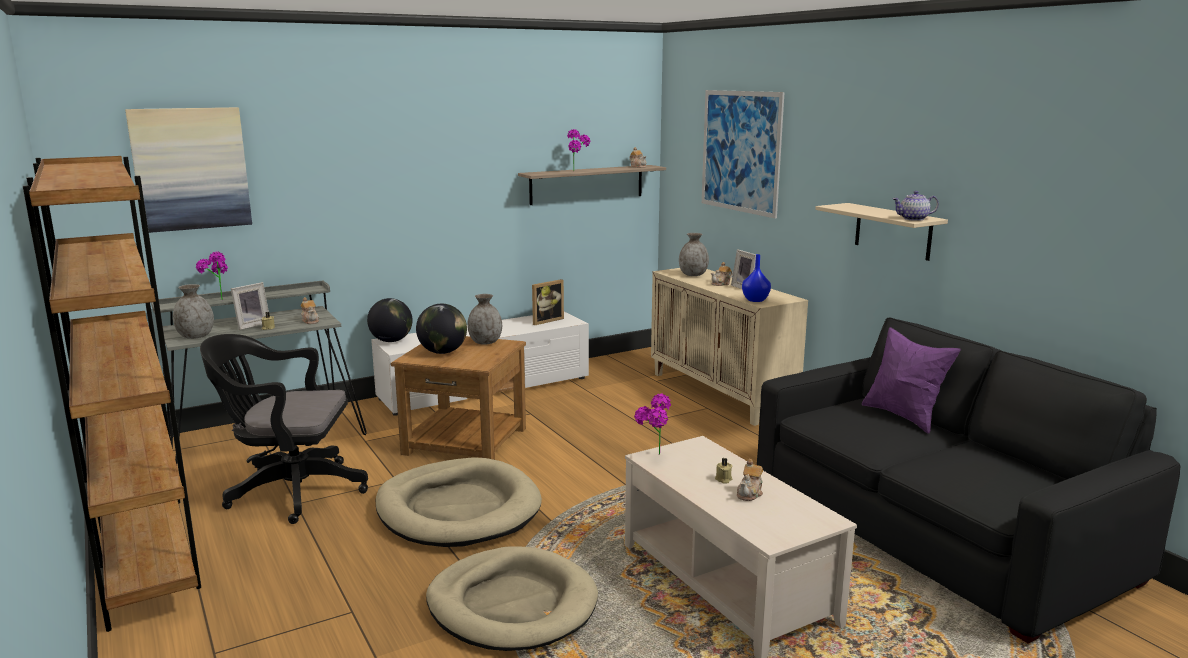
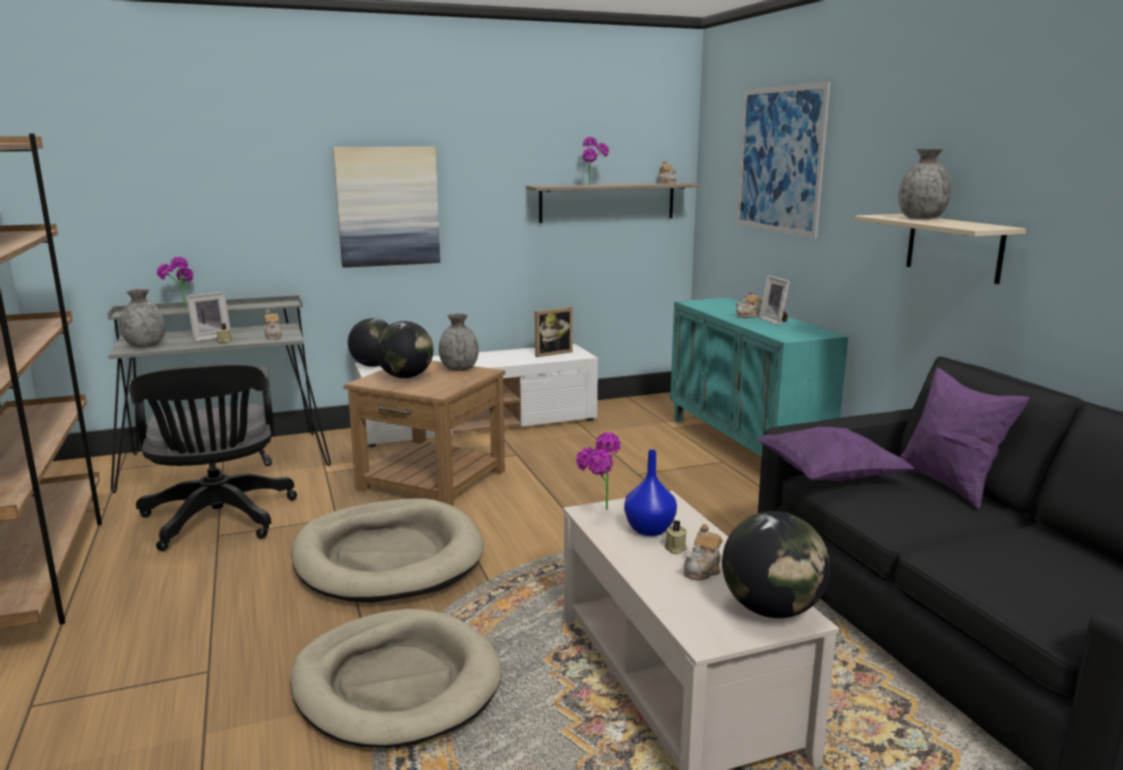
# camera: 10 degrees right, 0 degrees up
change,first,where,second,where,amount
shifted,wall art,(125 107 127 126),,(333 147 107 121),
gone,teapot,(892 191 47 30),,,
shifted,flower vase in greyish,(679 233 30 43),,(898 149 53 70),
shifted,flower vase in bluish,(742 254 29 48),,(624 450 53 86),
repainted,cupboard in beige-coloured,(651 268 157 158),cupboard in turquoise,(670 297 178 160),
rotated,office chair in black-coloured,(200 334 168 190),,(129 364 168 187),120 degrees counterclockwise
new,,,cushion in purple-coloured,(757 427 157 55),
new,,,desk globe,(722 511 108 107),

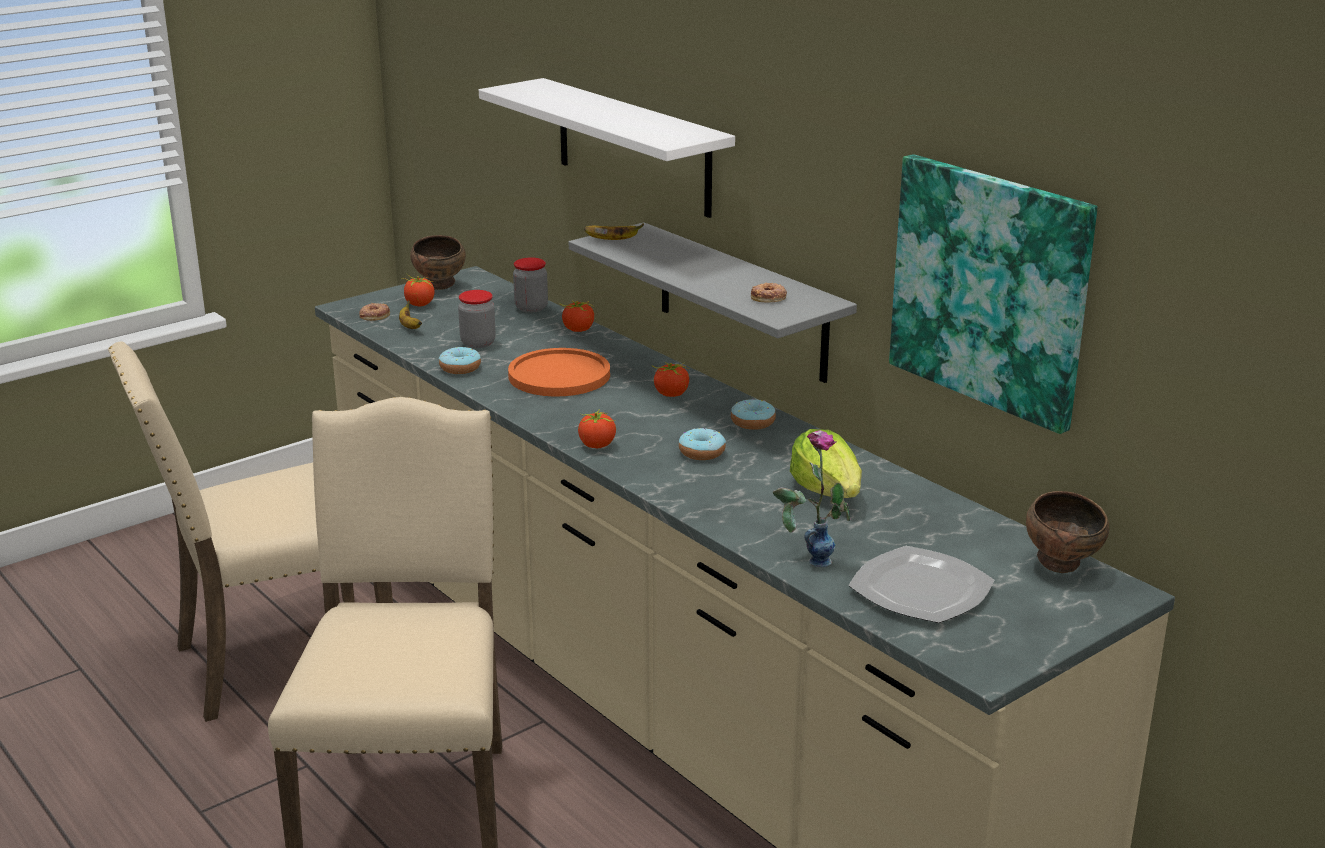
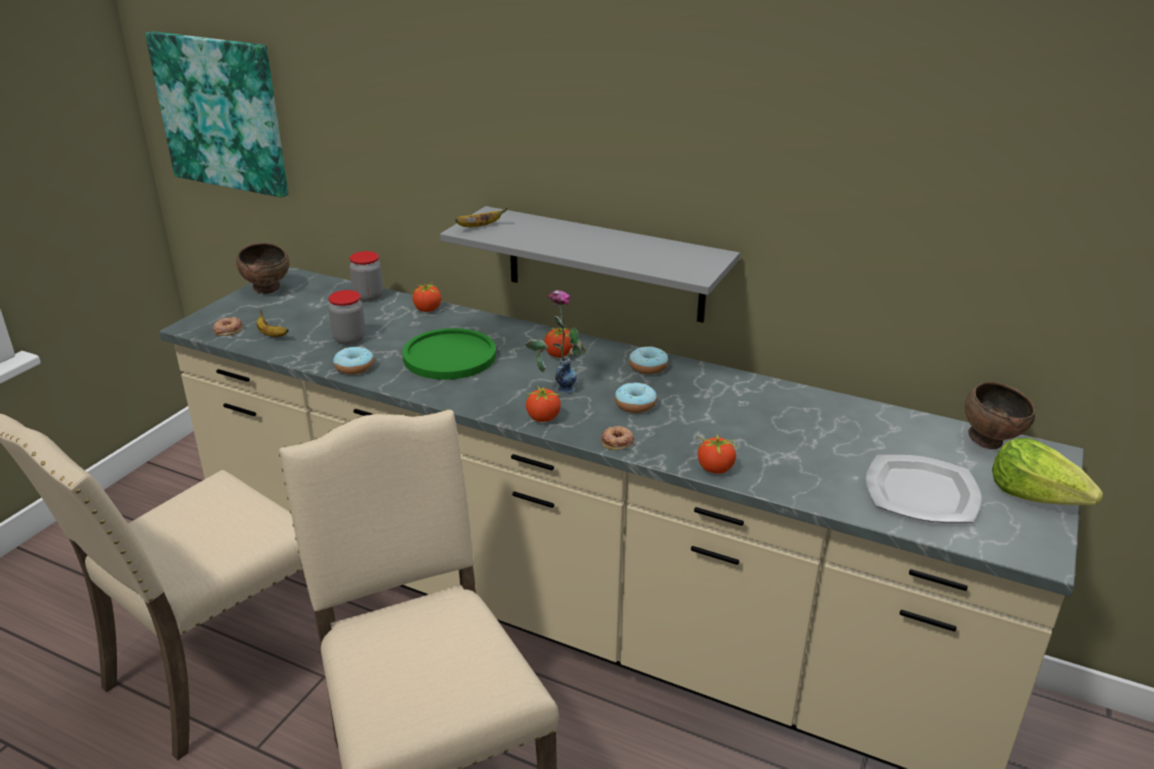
# camera: 25 degrees left, 5 degrees up
change,first,where,second,where,amount
gone,shelf in white-coloured,(479 78 256 140),,,
shifted,wall art,(889 154 208 280),,(145 31 143 167),
shifted,fresh tomato,(401 274 34 33),,(697 433 41 41),
shifted,doughnut,(751 283 36 19),,(601 426 33 24),
repainted,plate in orange-coloured,(508 348 102 48),plate in green-coloured,(402 328 94 52),
shifted,head of lettuce,(790 429 72 69),,(992 438 111 67),
shifted,flower vase,(773 430 77 137),,(525 290 61 104),

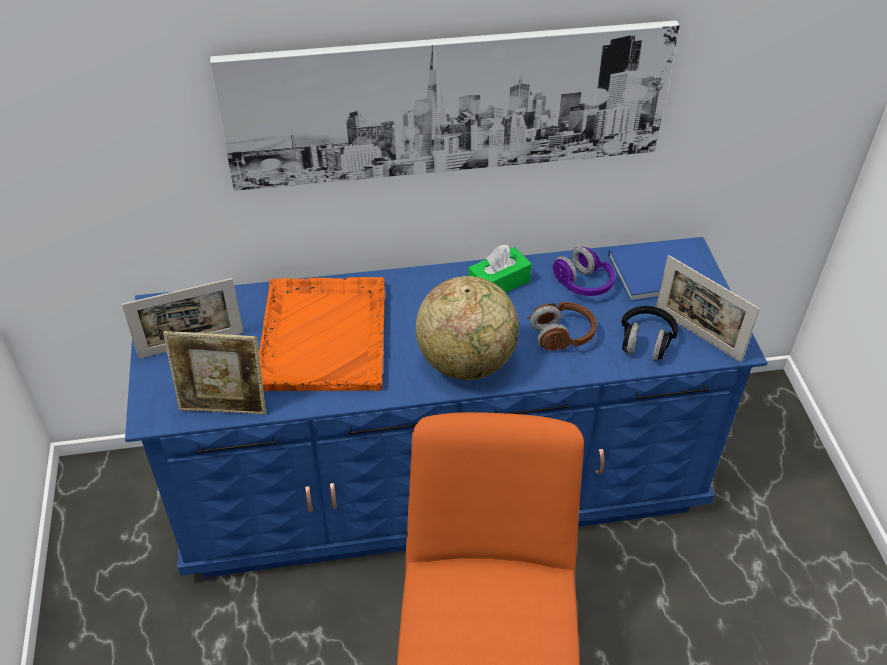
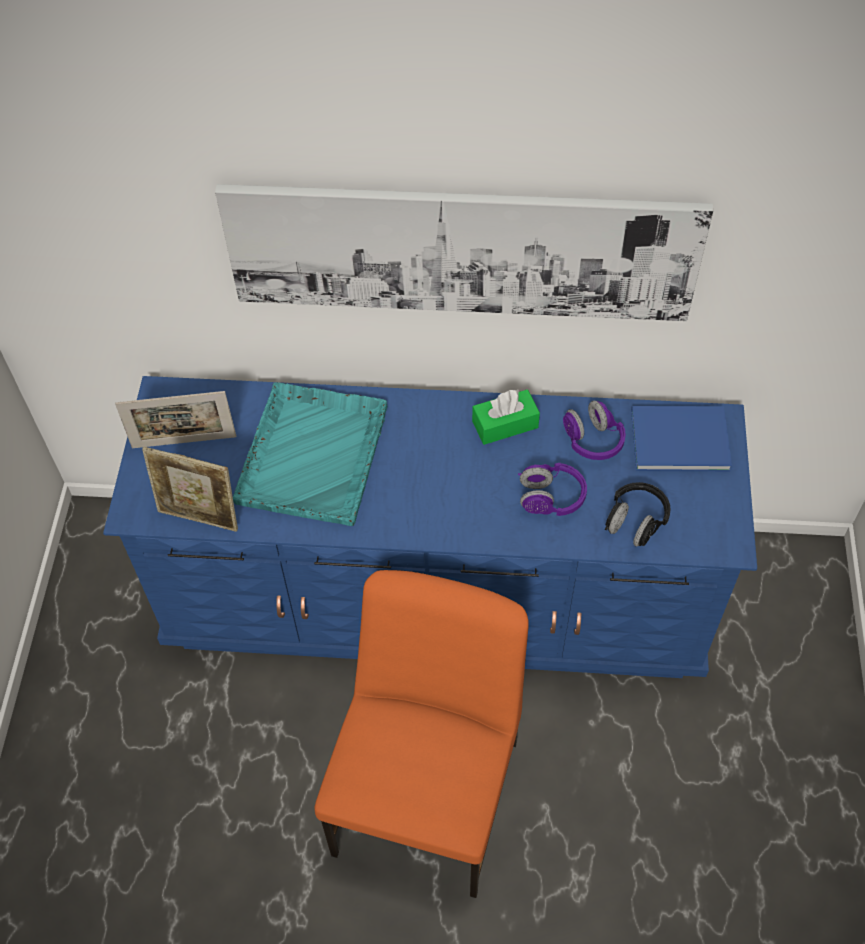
# camera: 15 degrees right, 10 degrees up
change,first,where,second,where,amount
gone,standing frame,(656 255 104 107),,,
gone,desk globe,(415 276 104 104),,,
repainted,tray in orange-coloured,(259 277 126 114),tray in turquoise,(233 382 154 144),
repainted,headphones in brown-coloured,(527 301 70 49),headphones in purple-coloured,(518 463 69 53),

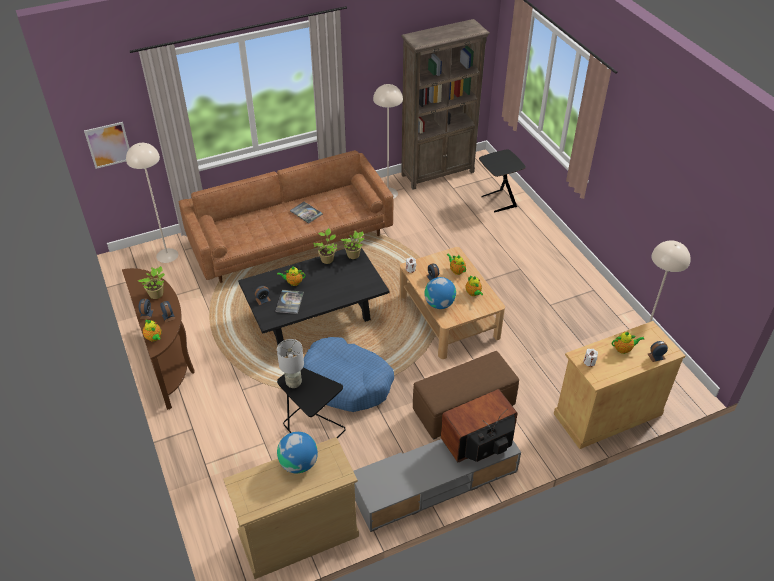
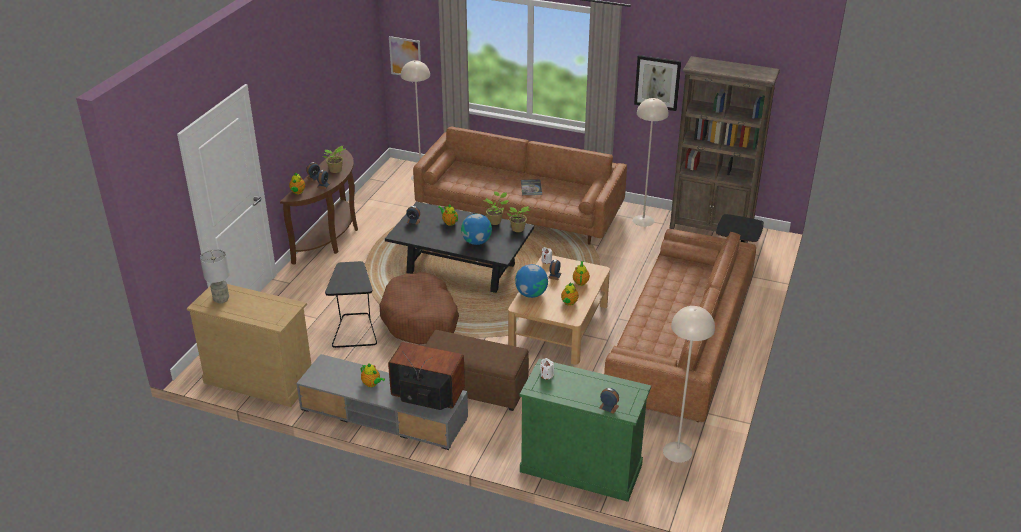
# camera: 45 degrees right, 10 degrees down
change,first,where,second,where,amount
gone,book,(276 290 28 24),,,
repainted,cupboard in beige-coloured,(554 321 132 128),cupboard in green-coloured,(519 359 132 143),
shifted,teapot,(612 332 32 22),,(361 363 24 24),
repainted,dog cushion in bluish,(303 337 91 75),dog cushion in brown-coloured,(380 272 79 72),
shifted,table lamp in greyish,(277 339 27 49),,(200 249 30 54),
shifted,desk globe,(277 432 41 41),,(461 214 31 31),
new,,,wall art,(634 55 47 56),
new,,,sofa in brown-coloured,(604 229 152 193),

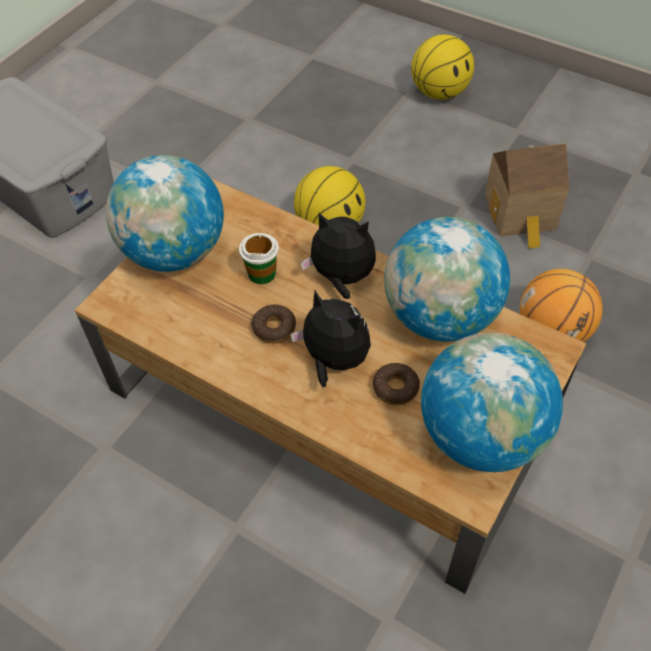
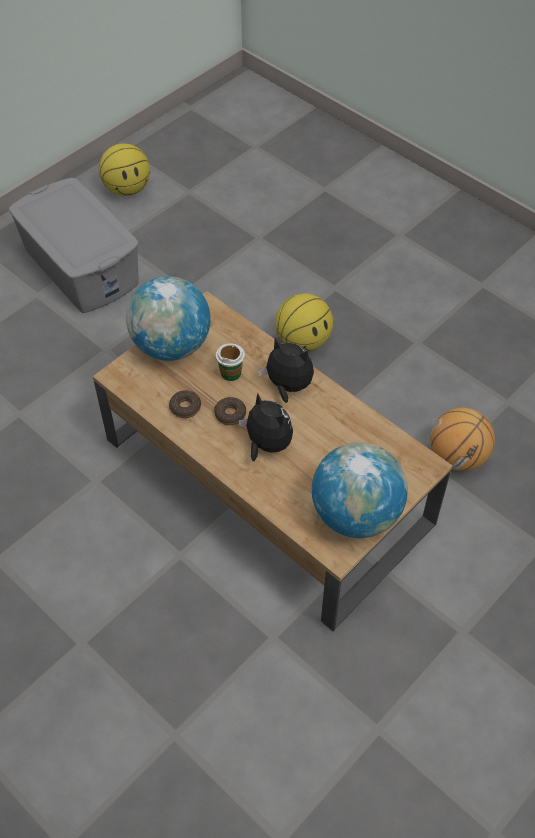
# camera: 10 degrees right, 0 degrees up
change,first,where,second,where,amount
shifted,basketball,(411 34 63 66),,(99 143 51 53),
gone,miniature house,(485 144 84 105),,,
gone,desk globe,(384 217 126 125),,,
shifted,doughnut,(373 363 47 42),,(169 390 32 28),

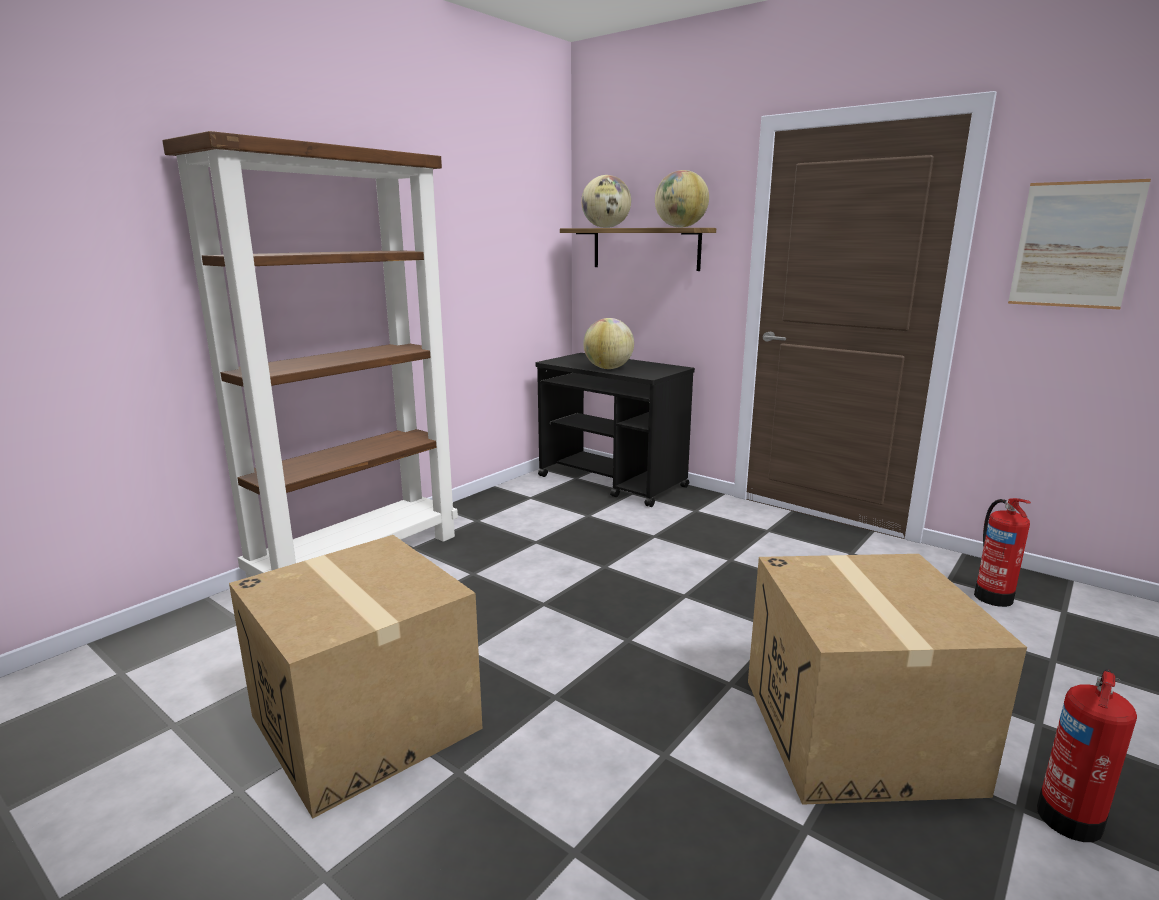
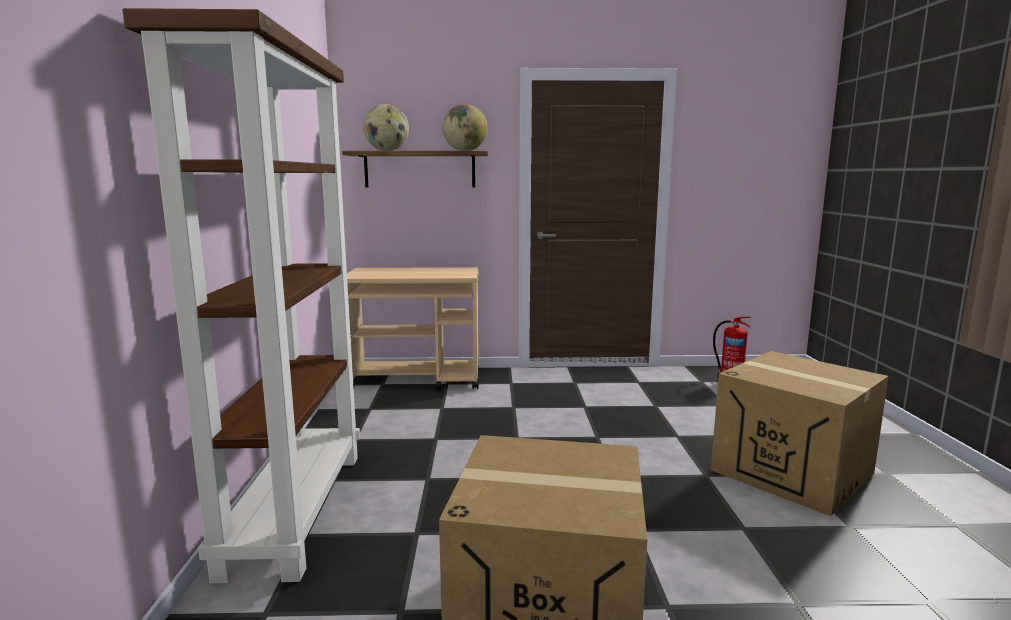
# camera: 40 degrees left, 5 degrees down
change,first,where,second,where,amount
gone,wall art,(1008 179 143 131),,,
gone,desk globe,(583 318 51 51),,,
repainted,trolley in black-coloured,(535 353 160 154),trolley in beige-coloured,(347 267 132 123),
gone,fire extinguisher,(1037 669 100 173),,,

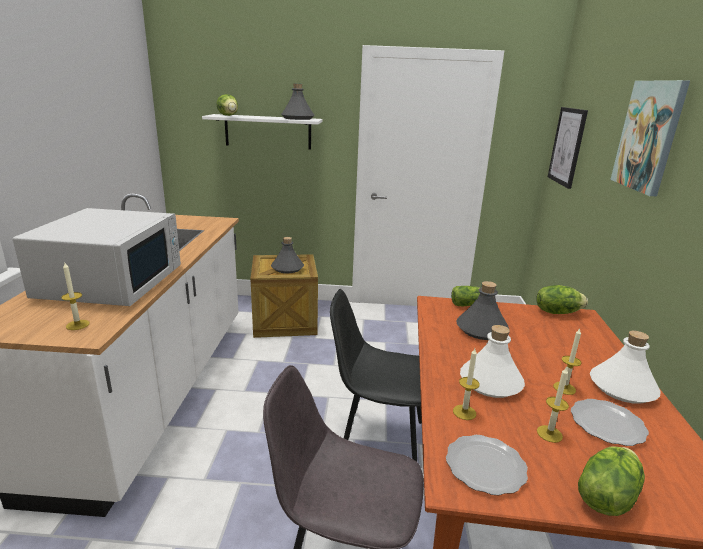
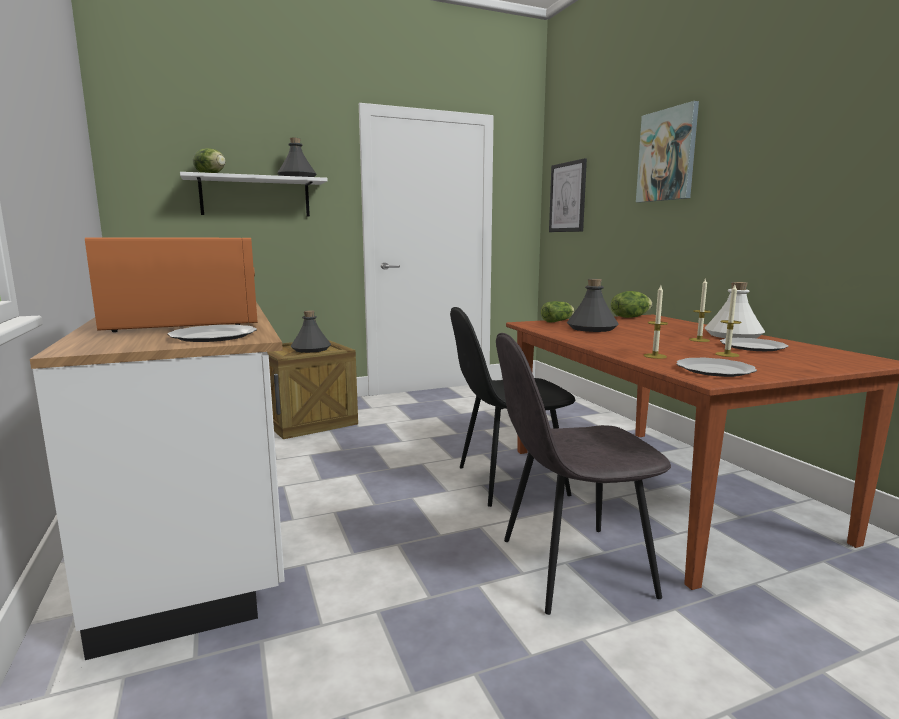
# camera: 25 degrees left, 10 degrees down
change,first,where,second,where,amount
repainted,kitchen microwave in white-coloured,(13 208 168 98),kitchen microwave in orange-coloured,(85 238 173 94),
swapped,wax light,(61 263 29 67),plate,(167 325 90 17),
gone,bottle in white-coloured,(460 325 65 73),,,
gone,head of lettuce,(578 446 67 70),,,

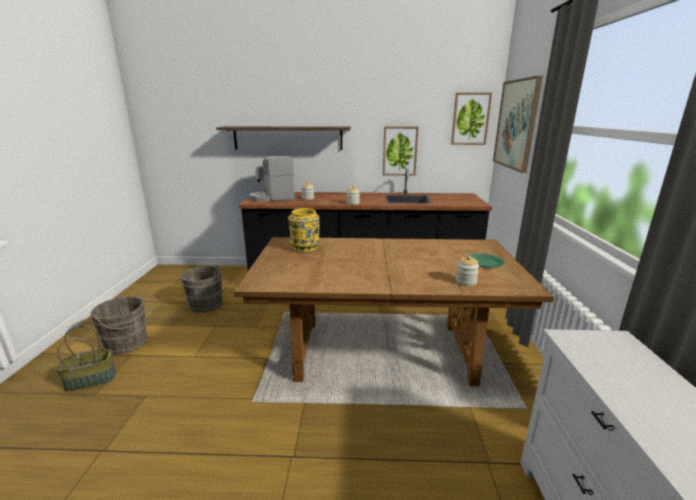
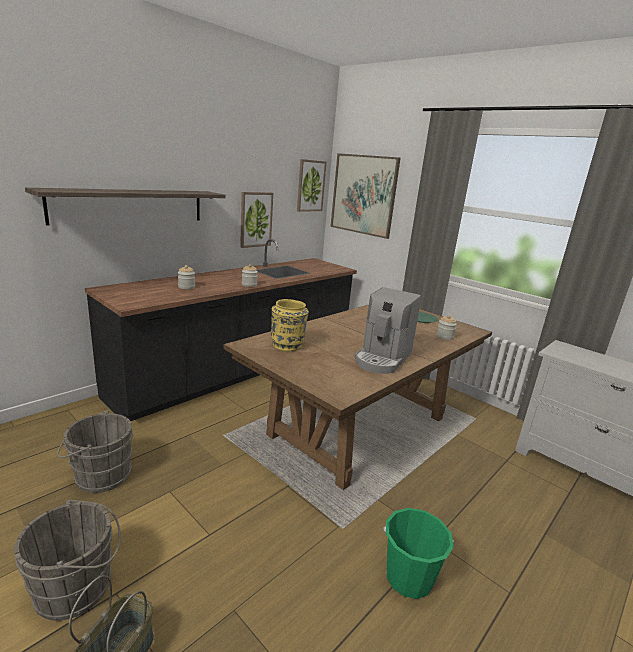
# camera: 50 degrees left, 0 degrees up
change,first,where,second,where,amount
shifted,coffee brewer,(249 155 46 47),,(355 287 66 87),
new,,,bucket in green-coloured,(383 508 71 91),

